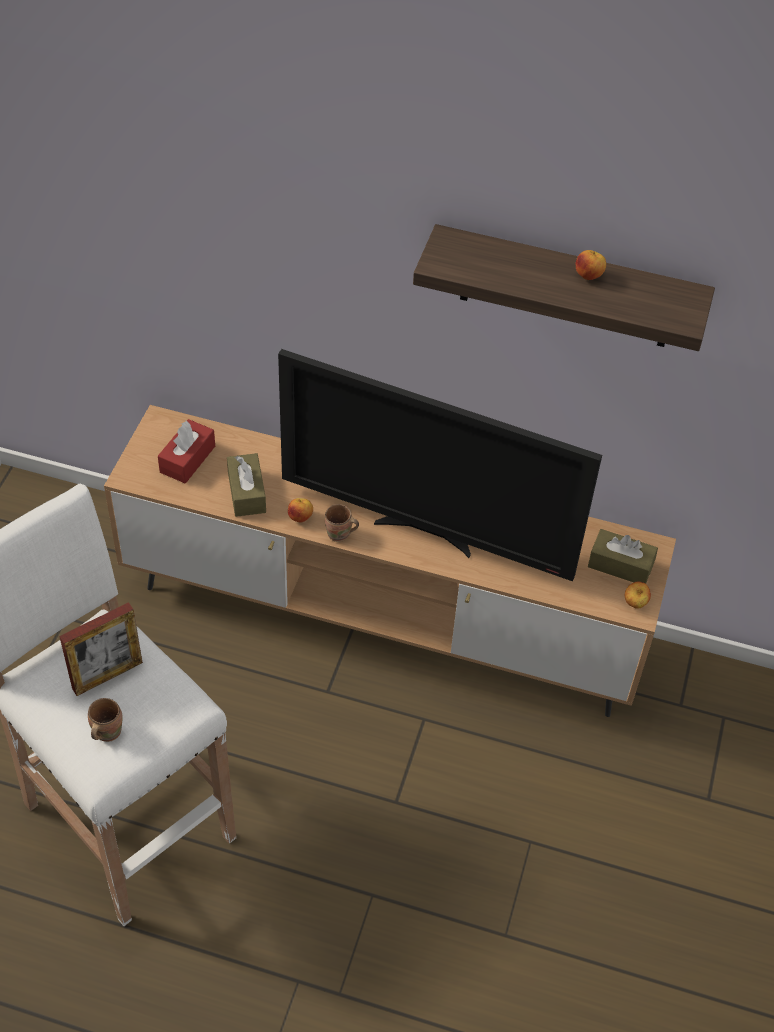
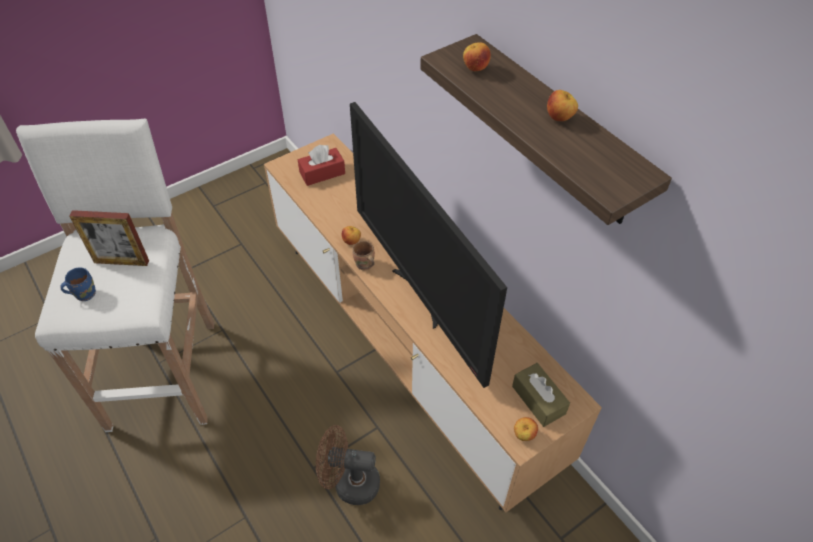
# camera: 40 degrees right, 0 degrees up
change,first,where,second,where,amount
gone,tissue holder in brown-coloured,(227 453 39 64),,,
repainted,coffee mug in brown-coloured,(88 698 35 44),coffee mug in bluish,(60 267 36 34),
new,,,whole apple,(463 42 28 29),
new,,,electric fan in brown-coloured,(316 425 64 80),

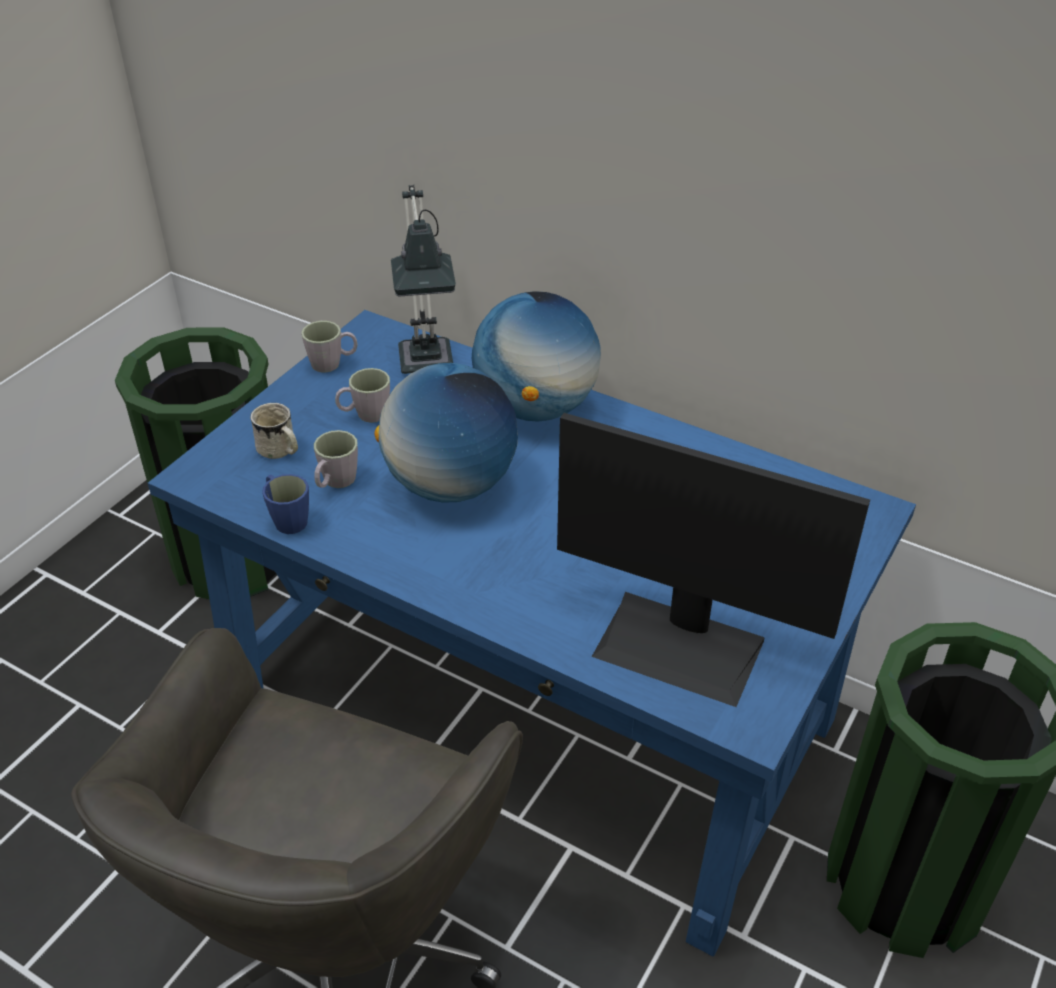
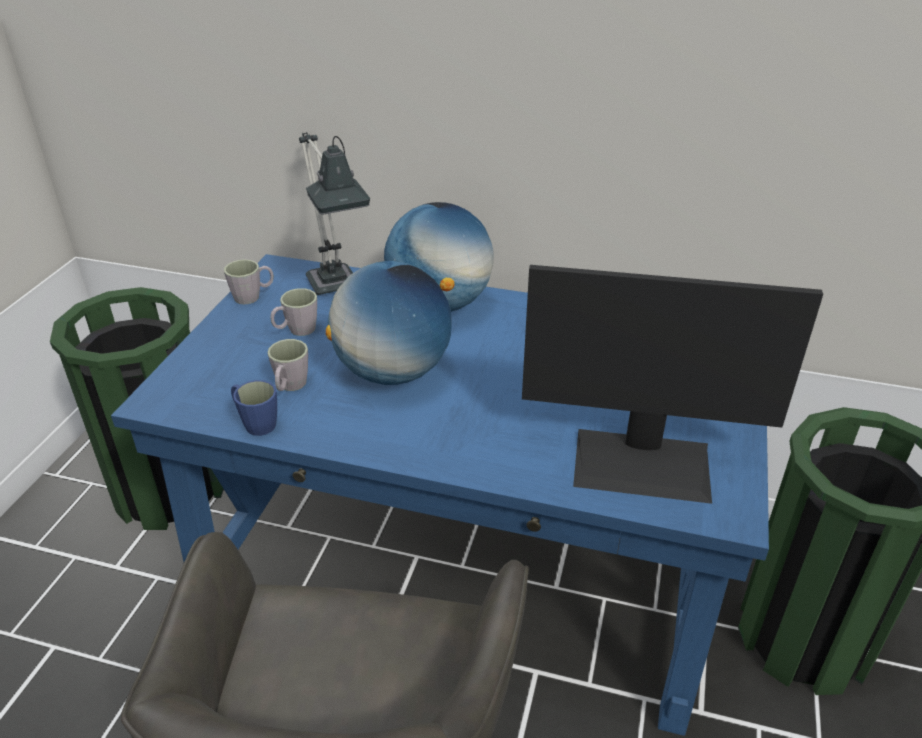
# camera: 15 degrees left, 5 degrees down
change,first,where,second,where,amount
gone,coffee mug in white-coloured,(250 403 48 56),,,

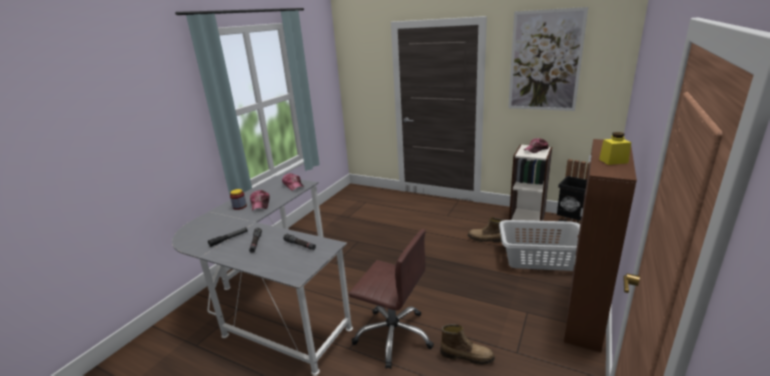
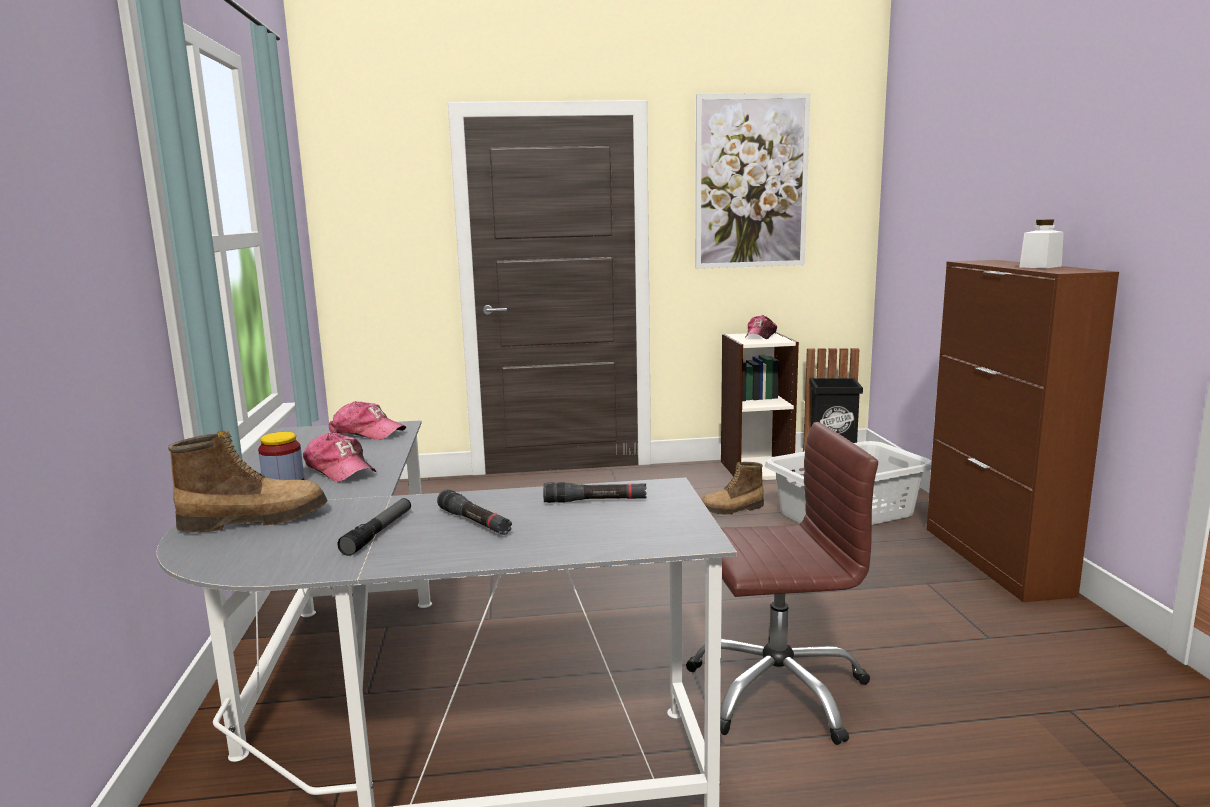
# camera: 35 degrees left, 10 degrees down
change,first,where,second,where,amount
repainted,jar in yellowish,(599 132 32 33),jar in white-coloured,(1019 220 45 48),
shifted,high-top boot,(440 324 55 41),,(168 431 159 102),

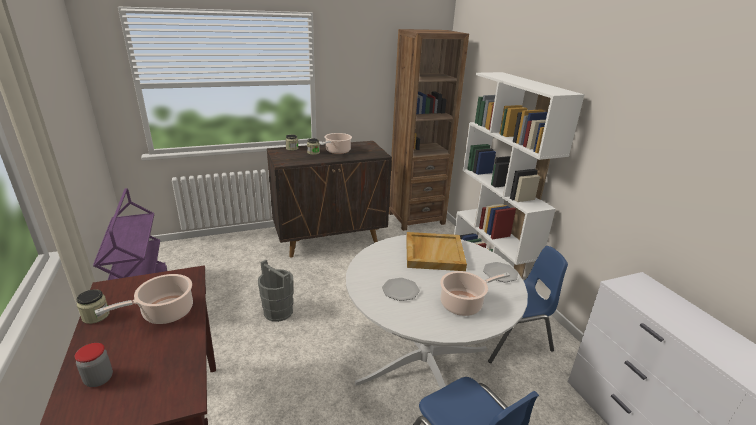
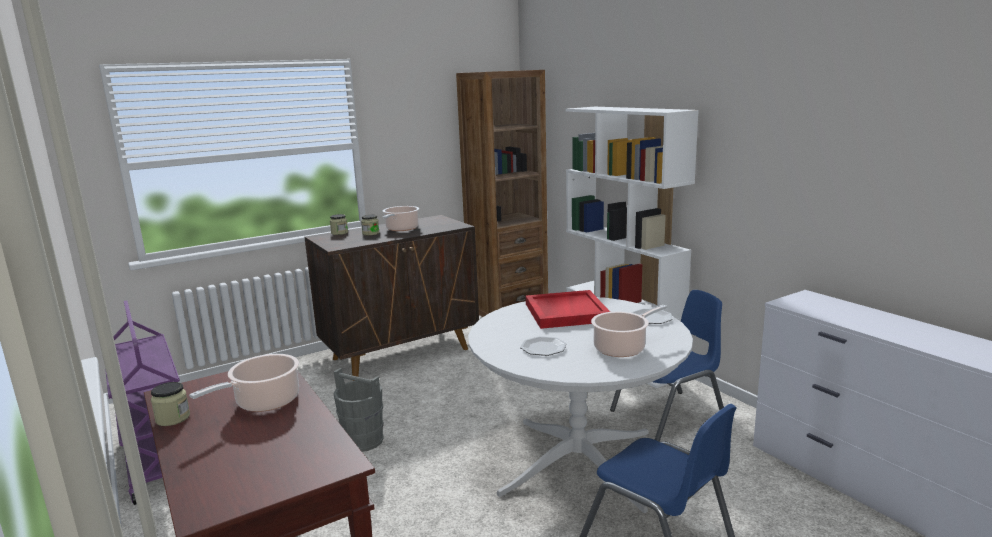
# camera: 10 degrees left, 10 degrees down
change,first,where,second,where,amount
repainted,tray in beige-coloured,(406 232 61 39),tray in reddish,(526 290 84 39),
gone,jar,(75 343 38 44),,,

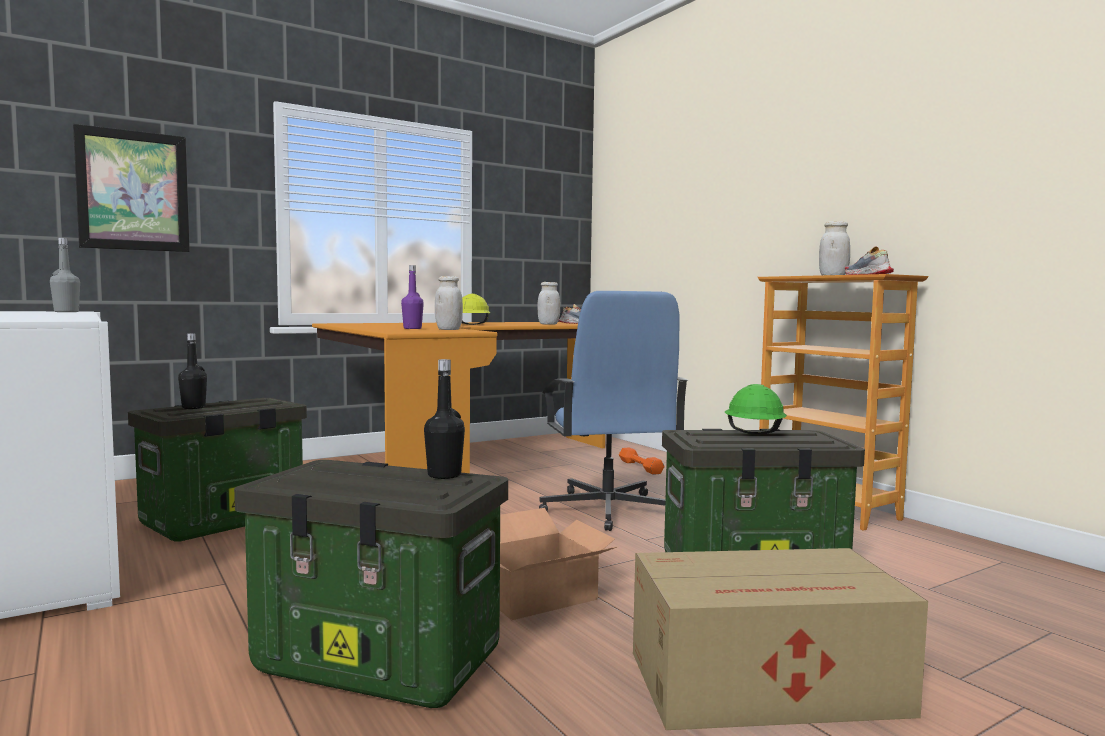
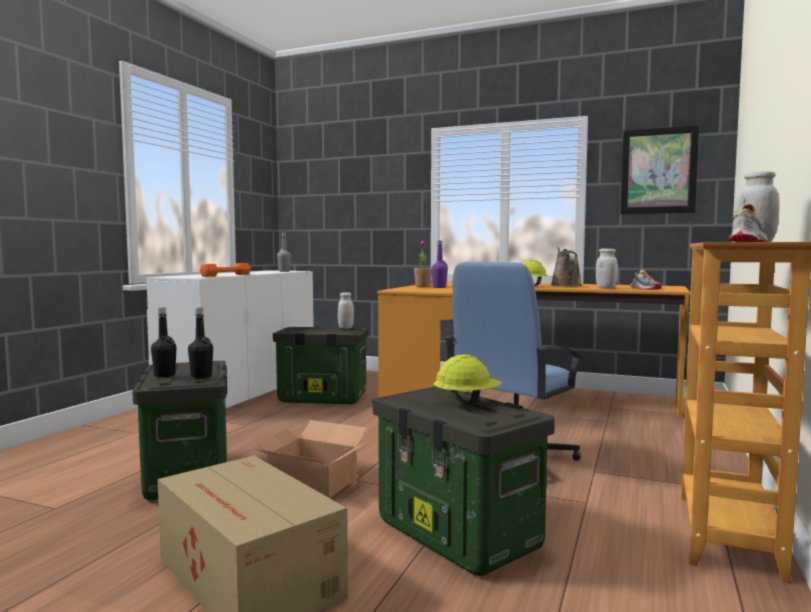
# camera: 55 degrees right, 0 degrees up
change,first,where,second,where,amount
shifted,wall art,(73 124 117 128),,(620 125 79 89),
shifted,jar in white-coloured,(435 276 28 54),,(338 292 16 37),
shifted,bottle in black-coloured,(178 333 29 76),,(151 307 26 70),
repainted,hard hat in green-coloured,(725 384 62 50),hard hat in yellowish,(434 355 68 49),
shifted,free weight in orange-coloured,(619 448 46 27),,(199 263 52 14),
new,,,potted plant,(414 241 18 46),
new,,,watering can in brown-coloured,(551 246 31 40),

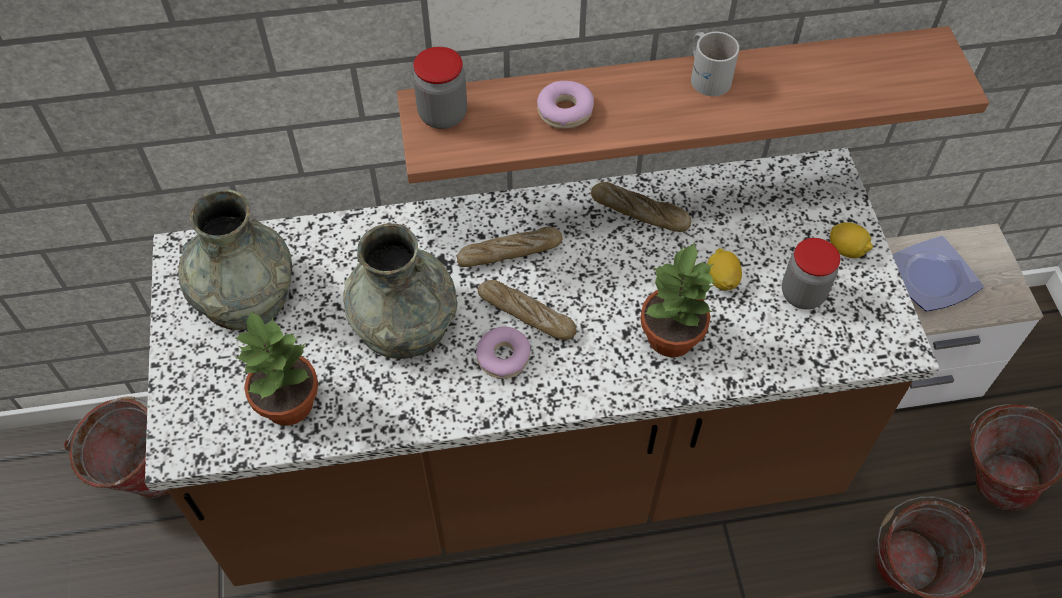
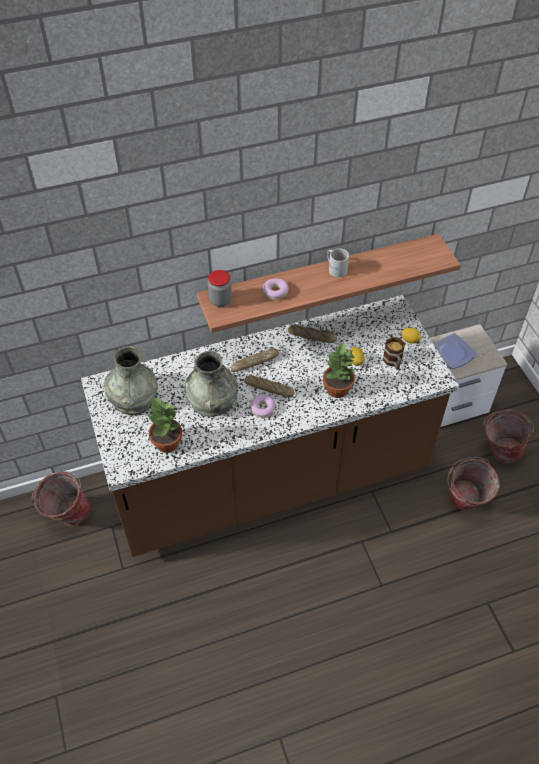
# camera: 10 degrees left, 5 degrees down
change,first,where,second,where,amount
swapped,jar,(782 238 58 72),coffee mug,(383 337 22 33),

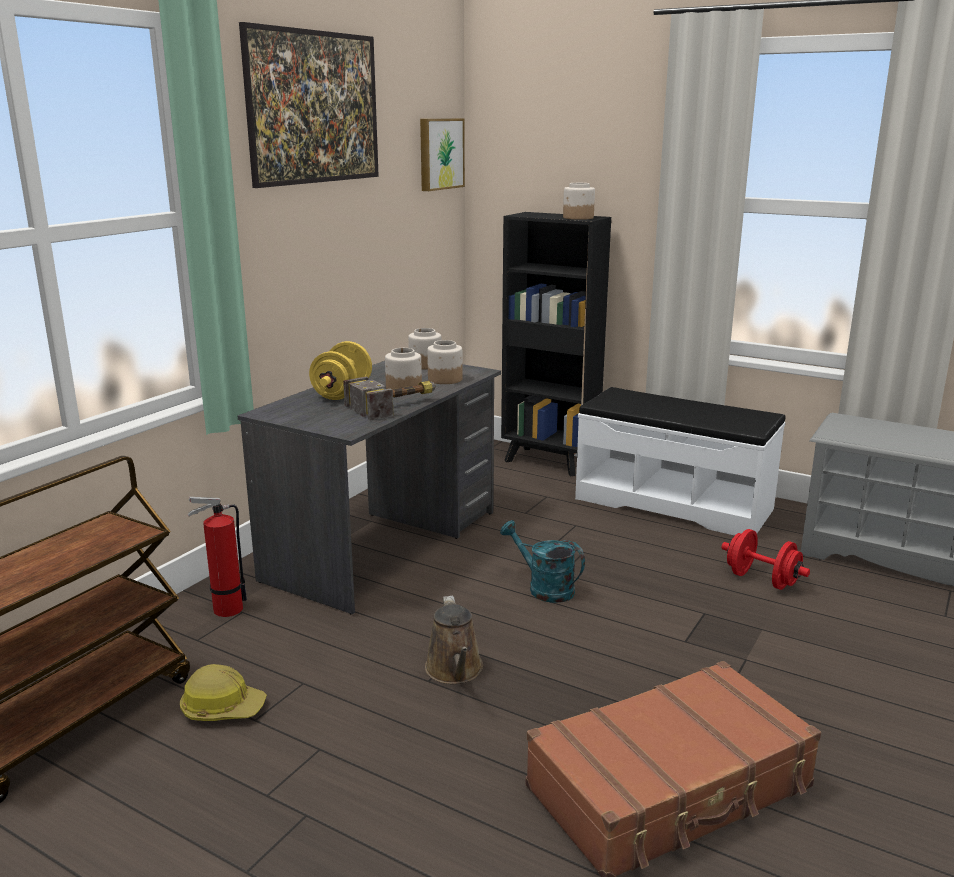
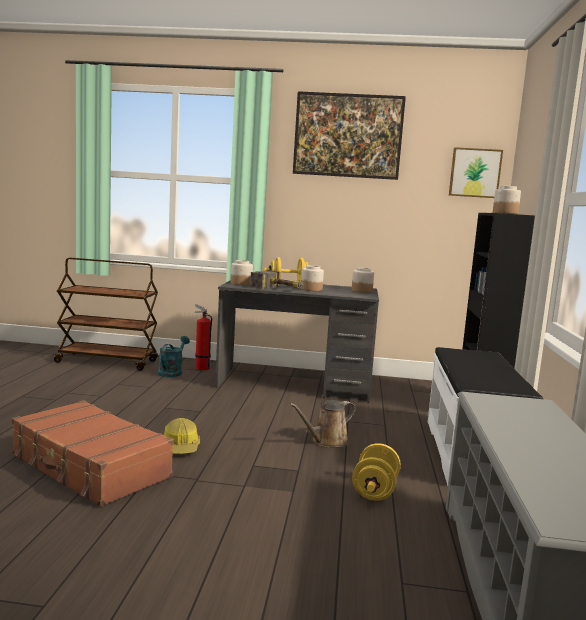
# camera: 65 degrees right, 10 degrees down
change,first,where,second,where,amount
shifted,jar,(427 340 36 44),,(231 260 22 25),
shifted,watering can in turquoise,(500 520 85 83),,(158 336 32 41),
repainted,free weight in reddish,(721 529 89 61),free weight in yellowish,(352 443 49 58),
shifted,watering can in brown-coloured,(425 596 58 88),,(290 400 65 47),
shifted,hard hat,(180 664 87 57),,(164 418 36 36),

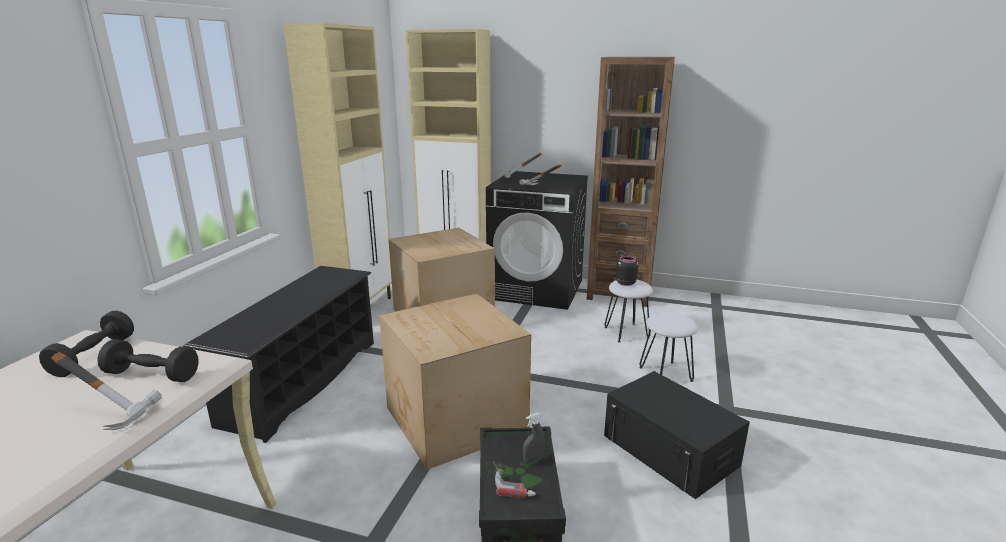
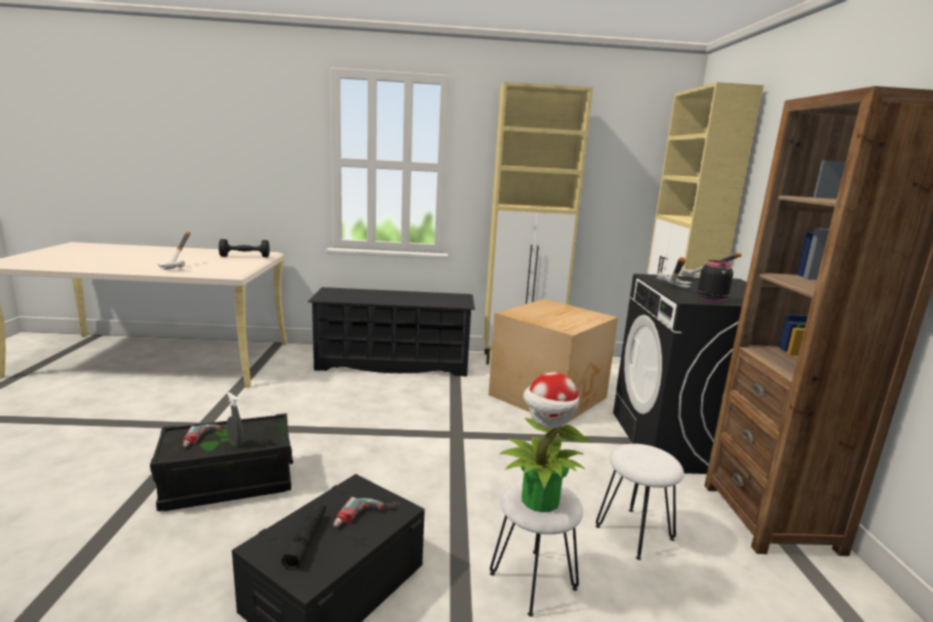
# camera: 70 degrees right, 5 degrees down
change,first,where,second,where,amount
shifted,jar in black-coloured,(616 255 22 31),,(698 260 35 43),
gone,packing box,(379 293 152 177),,,
gone,free weight in black-coloured,(97 339 102 43),,,
new,,,potted plant,(500 372 90 140),
new,,,drill,(334 497 66 30),
new,,,hand torch in black-coloured,(281 504 45 66),

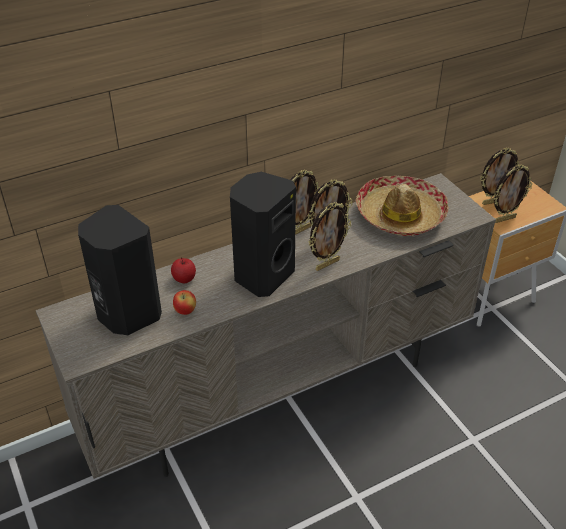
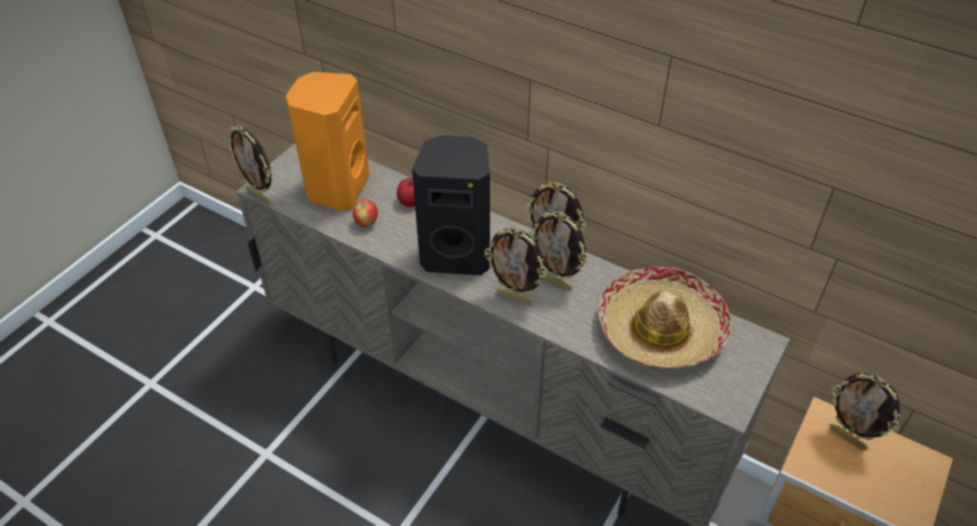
# camera: 60 degrees right, 5 degrees up
change,first,where,second,where,amount
shifted,standing frame,(493 164 39 59),,(228 126 44 78),
repainted,loudspeaker in black-coloured,(78 205 84 130),loudspeaker in orange-coloured,(286 72 84 139),

